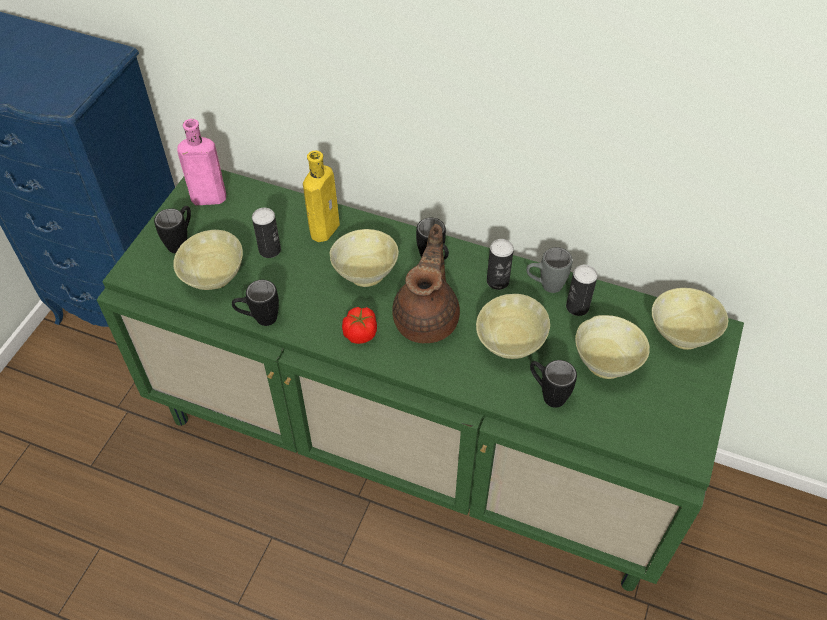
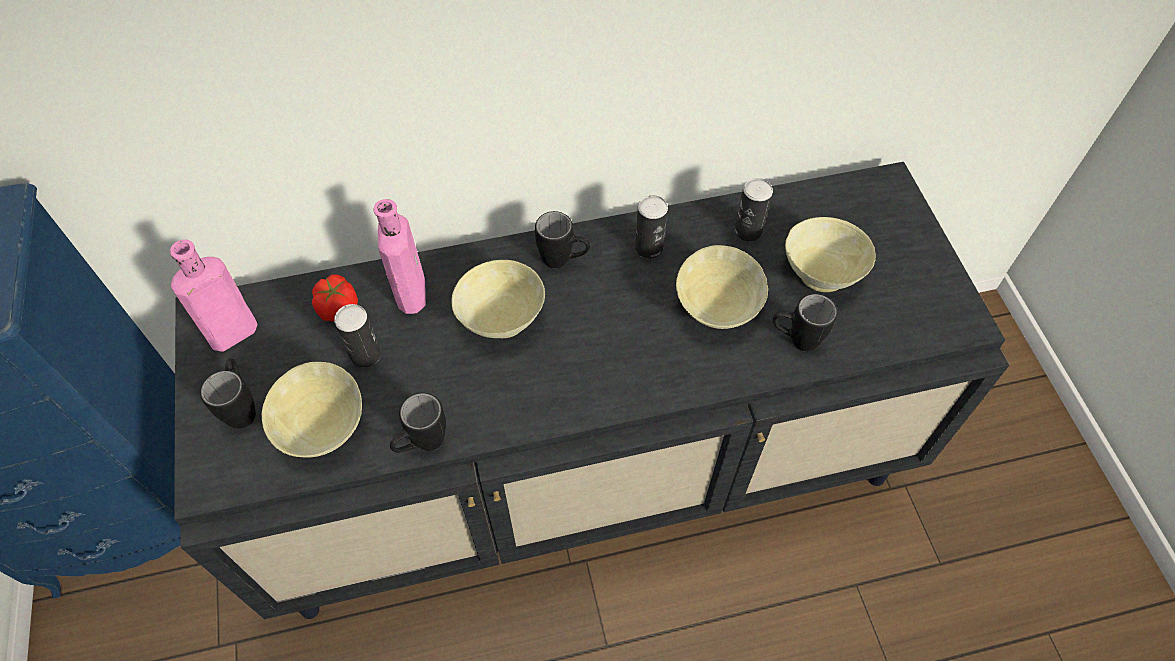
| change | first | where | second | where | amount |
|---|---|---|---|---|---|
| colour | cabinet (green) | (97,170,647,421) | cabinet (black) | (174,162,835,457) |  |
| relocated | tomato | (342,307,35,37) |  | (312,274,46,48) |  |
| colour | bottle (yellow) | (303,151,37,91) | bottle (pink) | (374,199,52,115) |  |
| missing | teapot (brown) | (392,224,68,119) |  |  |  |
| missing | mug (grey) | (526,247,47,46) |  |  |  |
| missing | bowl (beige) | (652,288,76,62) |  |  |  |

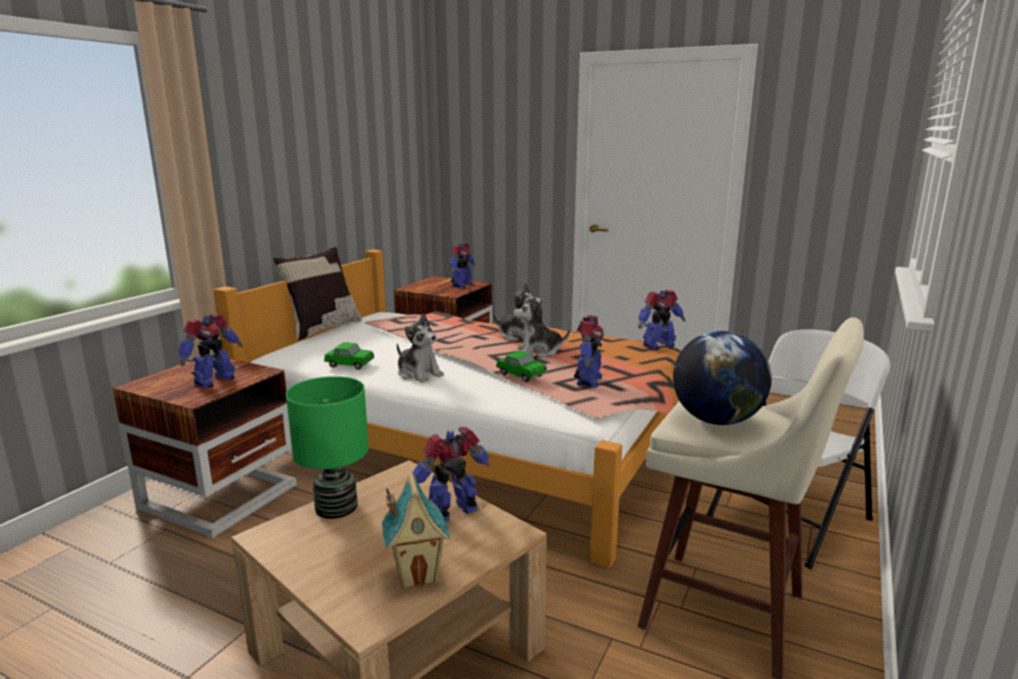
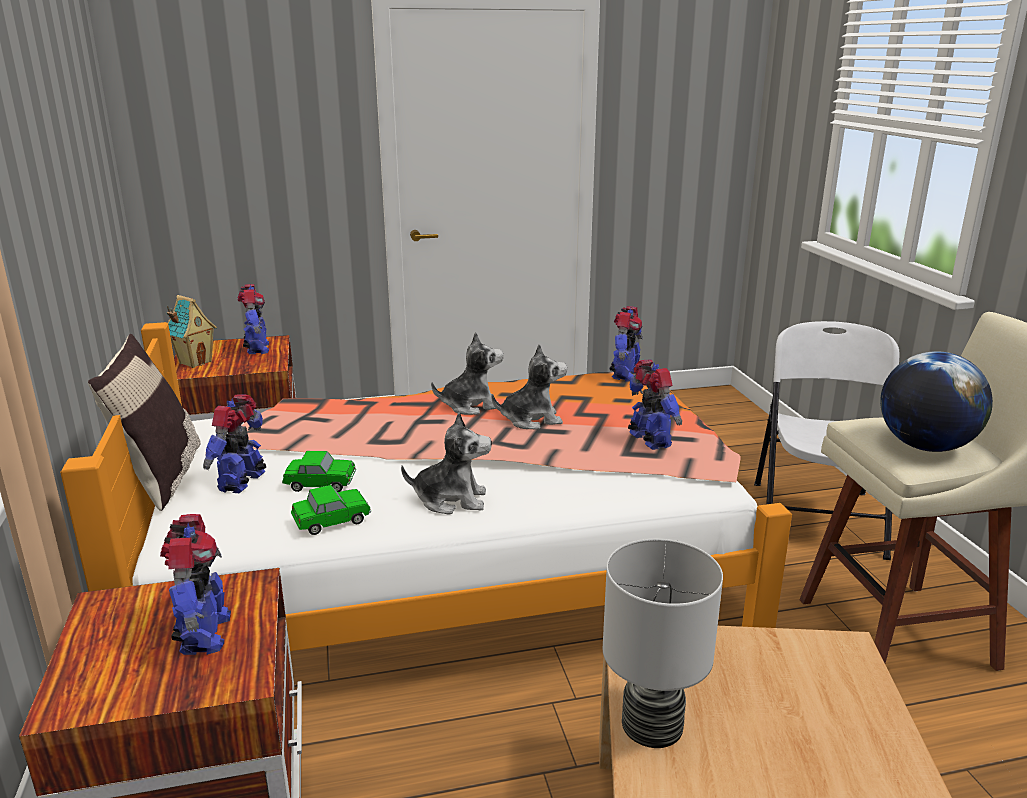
| change | first | where | second | where | amount |
|---|---|---|---|---|---|
| relocated | toy house | (382,472,68,117) |  | (167,295,50,73) |  |
| relocated | toy robot | (413,427,77,94) |  | (203,394,63,99) |  |
| relocated | toy car | (496,350,51,32) |  | (282,451,74,41) |  |
| spun | plush toy | (514,296,56,61) |  | (491,344,76,86) | 150 degrees counterclockwise |
| colour | table lamp (green) | (286,376,83,143) | table lamp (grey) | (603,538,120,210) |  |

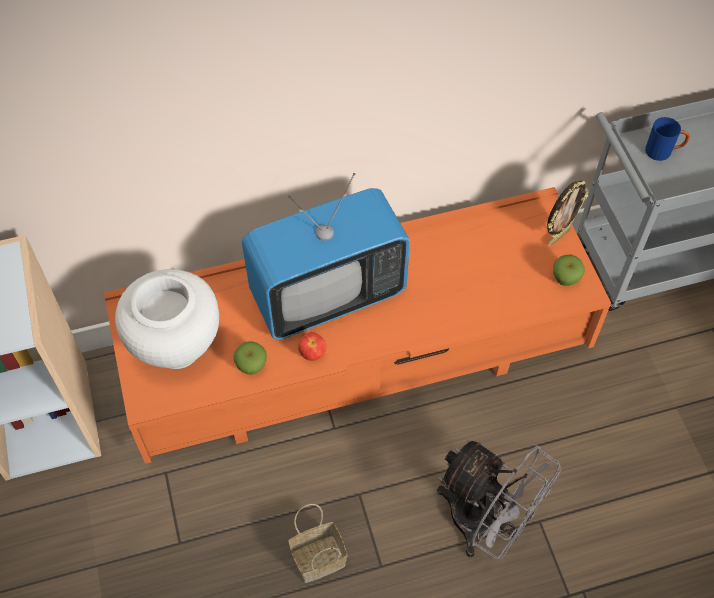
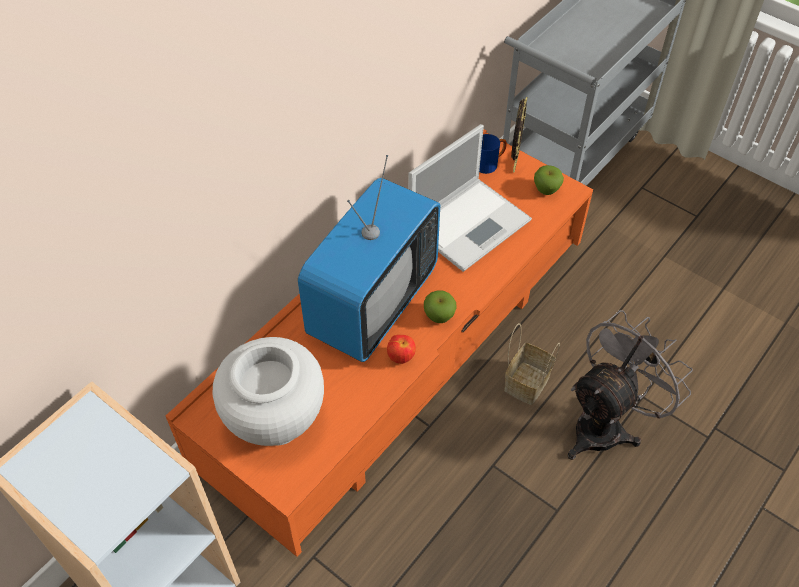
| change | first | where | second | where | amount |
|---|---|---|---|---|---|
| appeared |  |  | laptop | (408,124,124,148) |  |
| relocated | apple | (233,341,34,34) |  | (424,291,33,32) |  |
| relocated | mug (blue) | (645,117,45,44) |  | (479,134,28,40) |  |
| relocated | basket | (288,504,59,79) |  | (504,323,56,82) |  |
| spun | fan (grey) | (437,440,125,119) |  | (568,310,125,150) | 45 degrees counterclockwise |

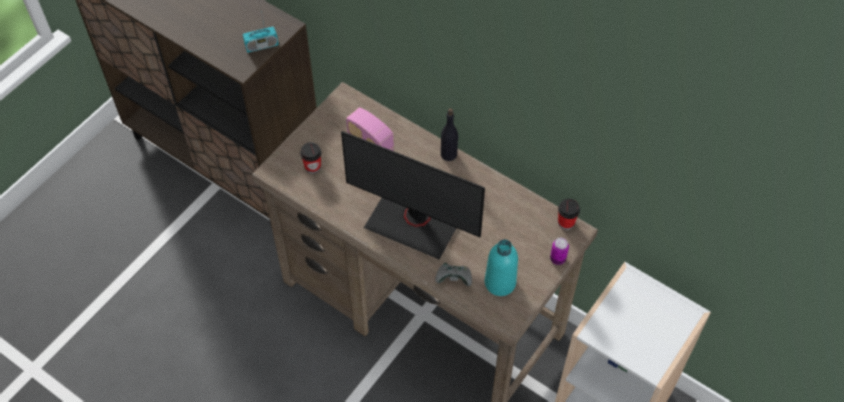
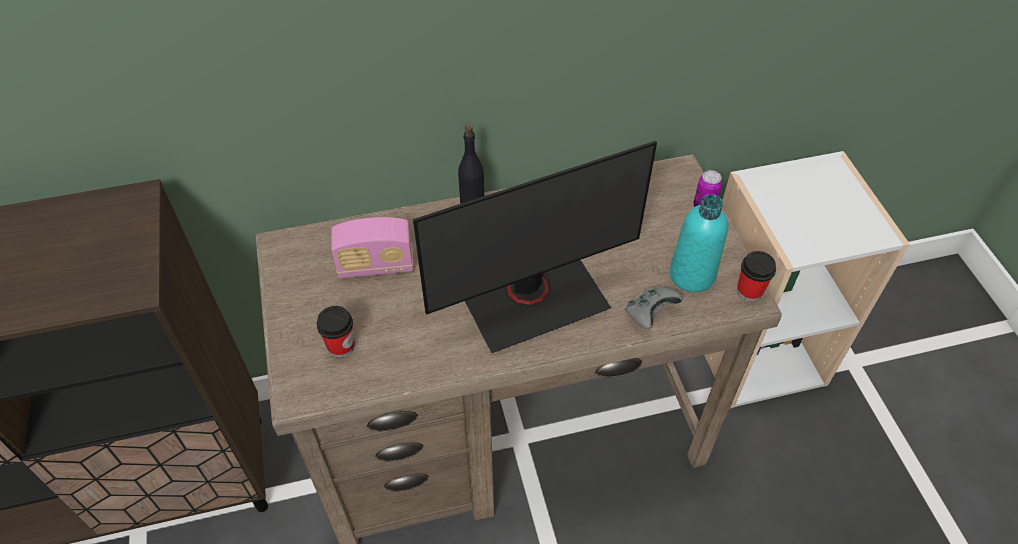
| change | first | where | second | where | amount |
|---|---|---|---|---|---|
| relocated | cup | (558,199,22,31) |  | (737,251,39,51) |  |
| missing | radio | (243,6,36,47) |  |  |  |

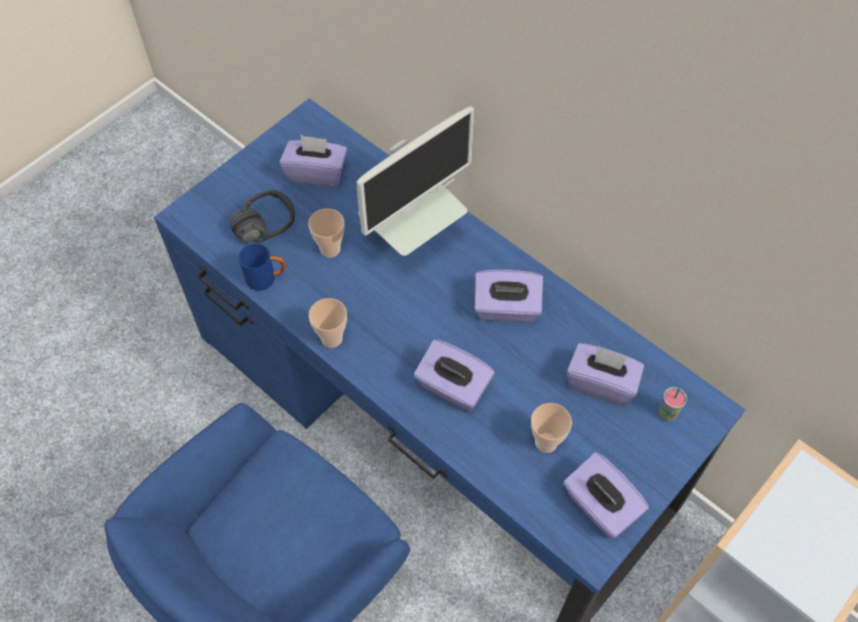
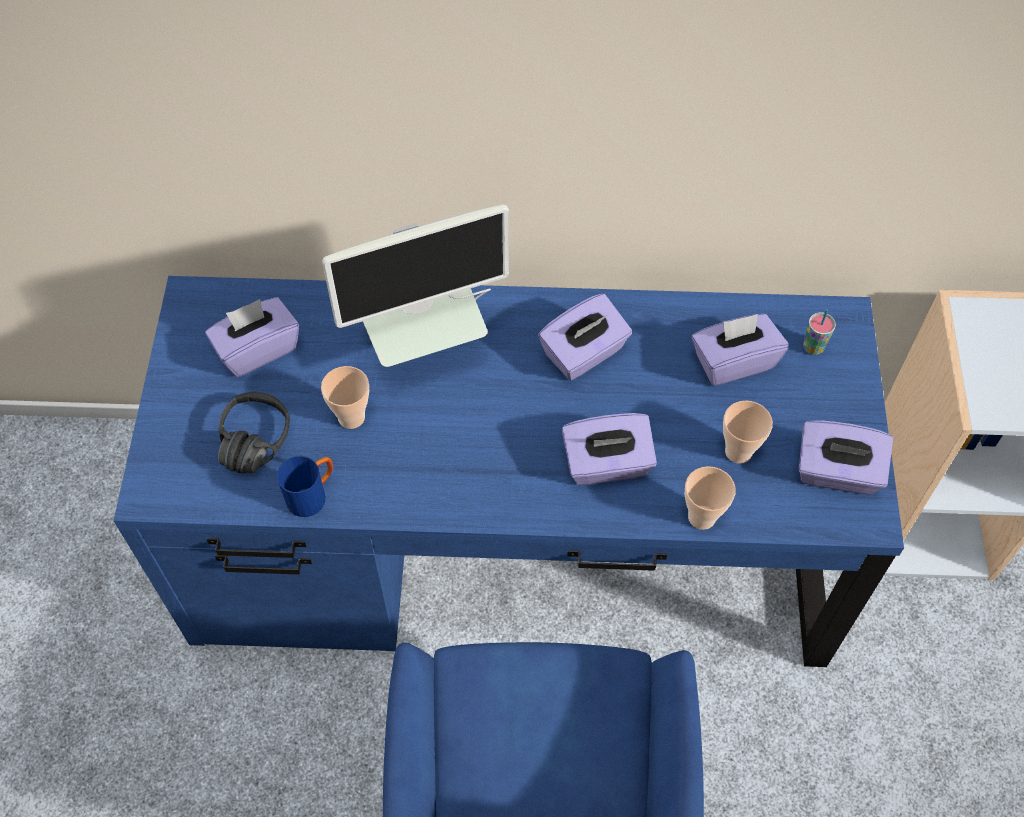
| change | first | where | second | where | amount |
|---|---|---|---|---|---|
| spun | monitor | (357,106,118,150) |  | (322,205,187,162) | 60 degrees clockwise |
| relocated | cup | (309,298,38,50) |  | (685,466,51,64) |  |

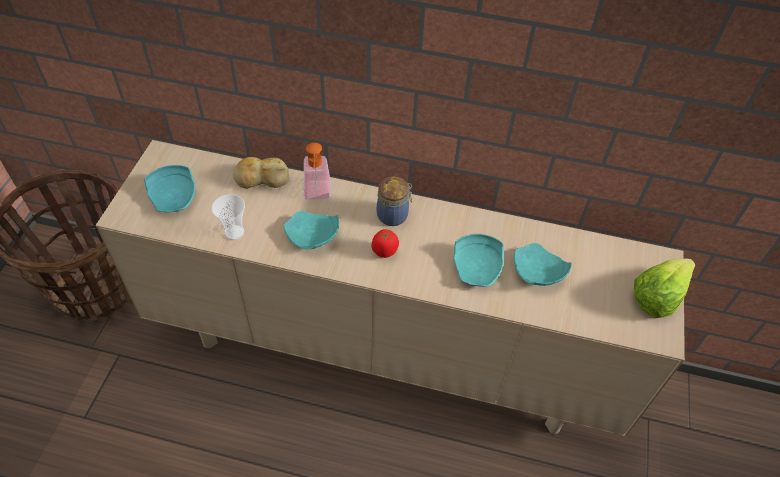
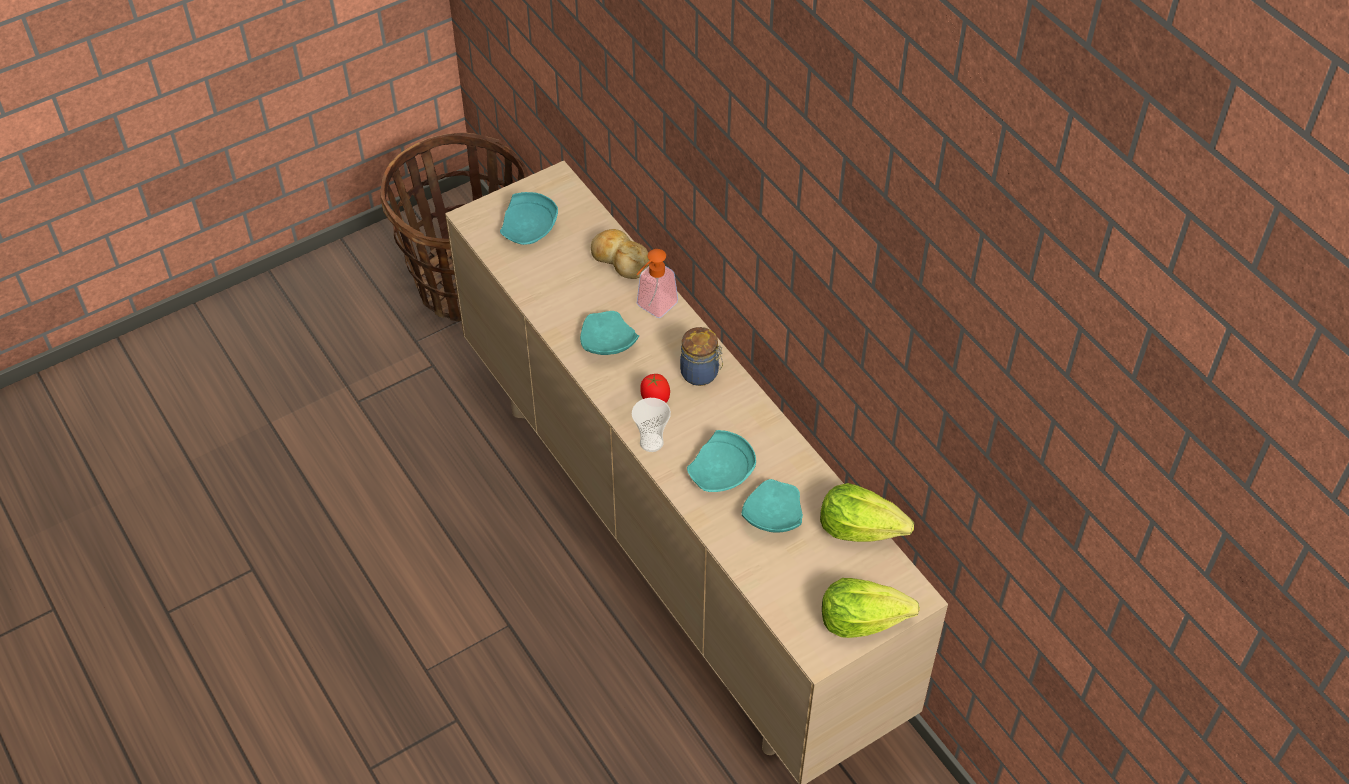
| change | first | where | second | where | amount |
|---|---|---|---|---|---|
| relocated | cup | (212,194,33,47) |  | (632,398,39,54) |  |
| appeared |  |  | lettuce | (820,483,94,59) |  |

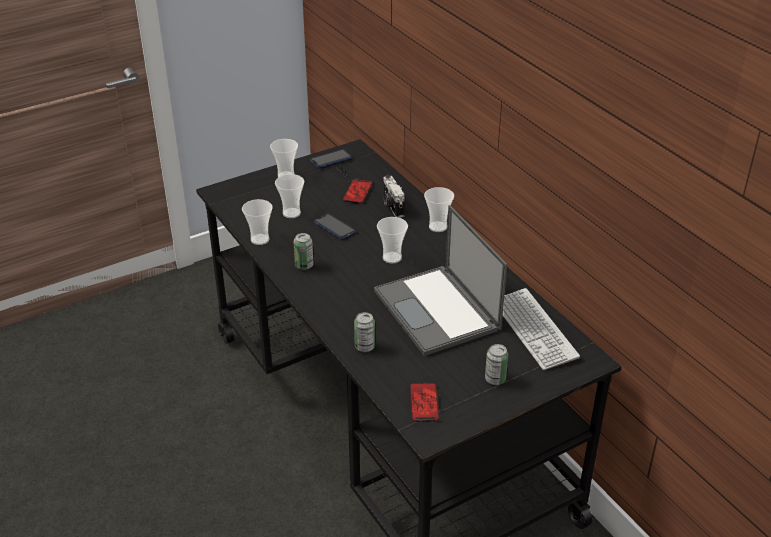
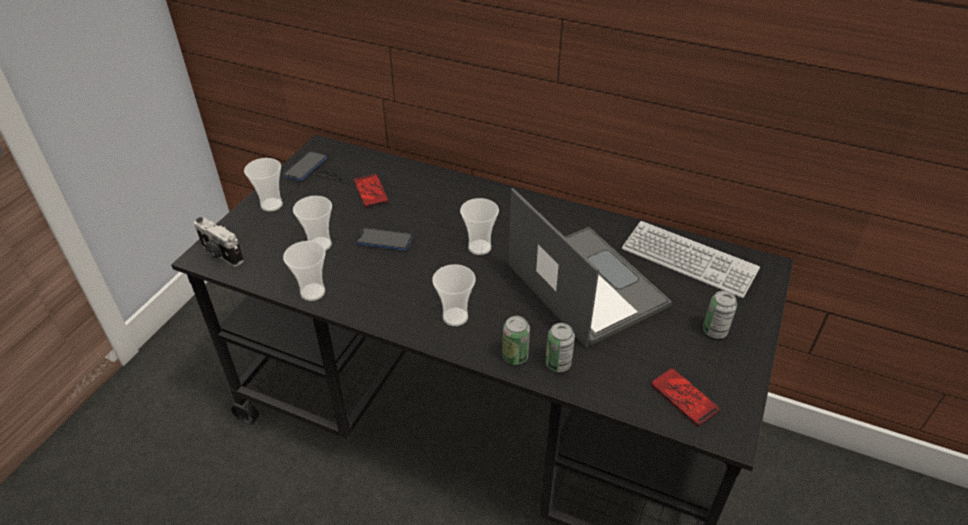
| change | first | where | second | where | amount |
|---|---|---|---|---|---|
| relocated | photo camera | (383,175,22,43) |  | (194,217,50,50) |  |
| relocated | cup | (424,187,30,45) |  | (432,264,44,62) |  |
| relocated | can | (294,233,19,37) |  | (502,316,28,49) |  |
| spun | laptop | (374,205,133,151) |  | (509,188,163,160) | 150 degrees counterclockwise |

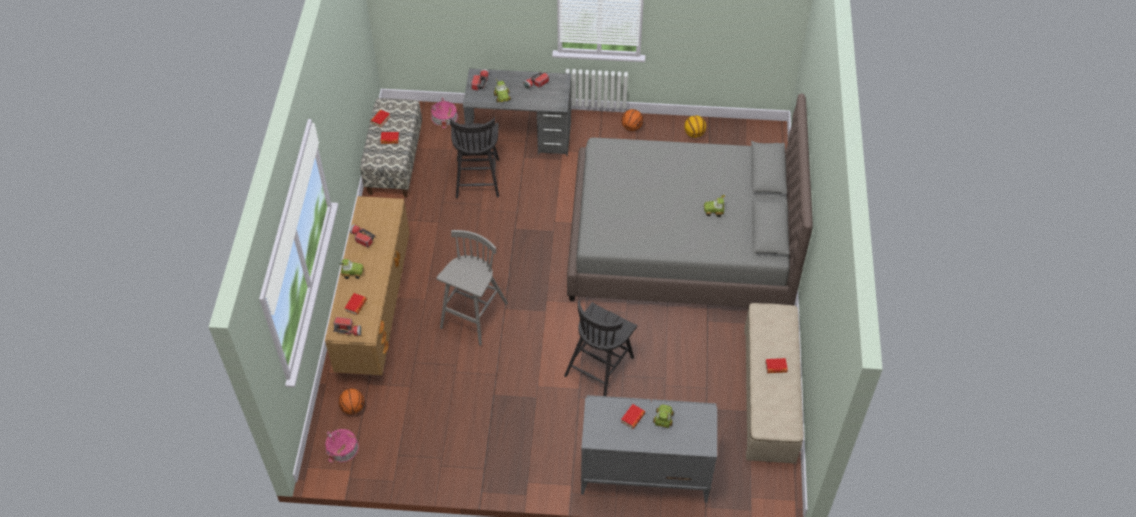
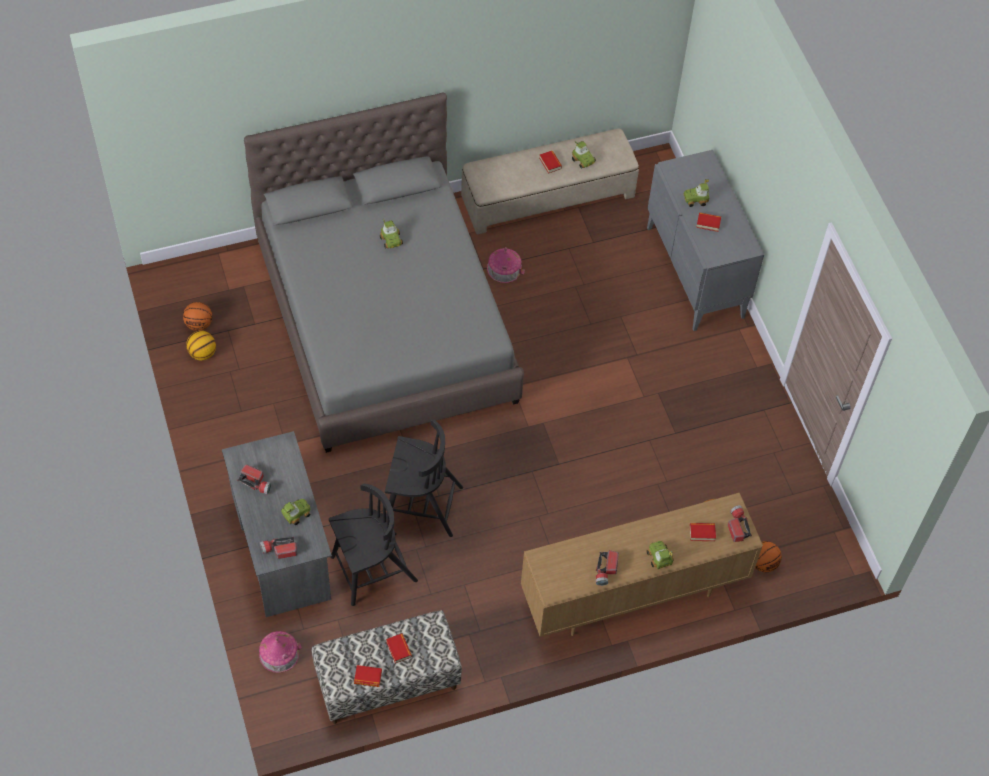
| change | first | where | second | where | amount |
|---|---|---|---|---|---|
| relocated | basketball | (622,109,21,22) |  | (183,302,29,29) |  |
| relocated | chair (black) | (564,300,73,96) |  | (385,420,78,117) |  |
| relocated | toy house | (325,429,34,34) |  | (487,247,38,36) |  |
| appeared |  |  | toy car | (572,141,24,28) |  |
| missing | stool (grey) | (436,230,72,116) |  |  |  |

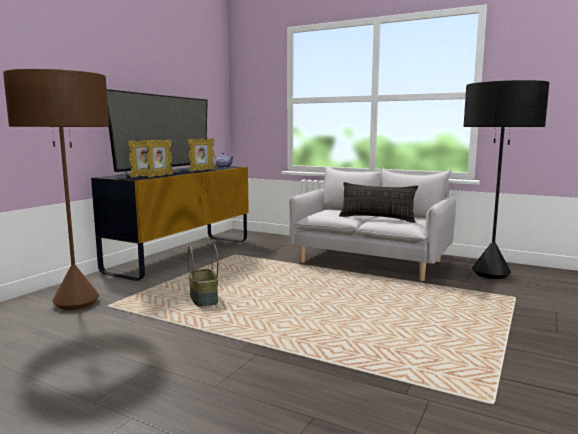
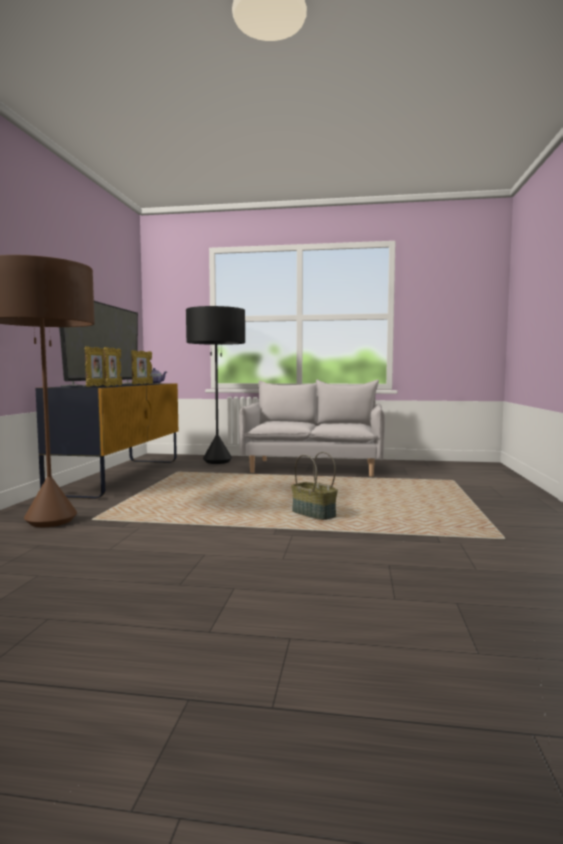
| change | first | where | second | where | amount |
|---|---|---|---|---|---|
| relocated | floor lamp (black) | (464,80,85,199) |  | (186,306,59,158) |  |
| relocated | basket | (188,243,30,64) |  | (291,452,47,68) |  |
| missing | pillow | (339,182,79,41) |  |  |  |

